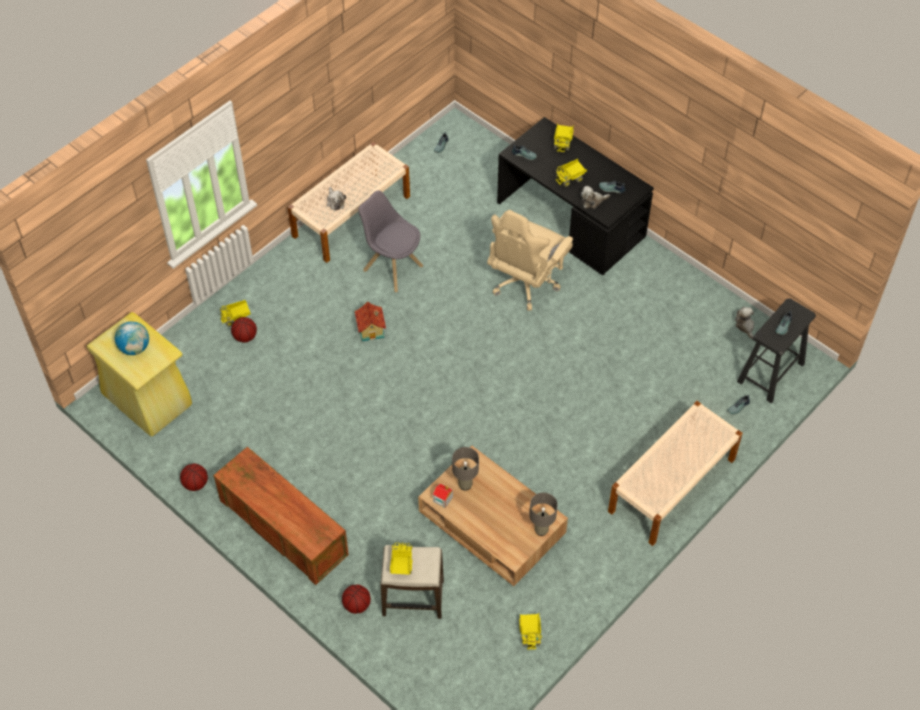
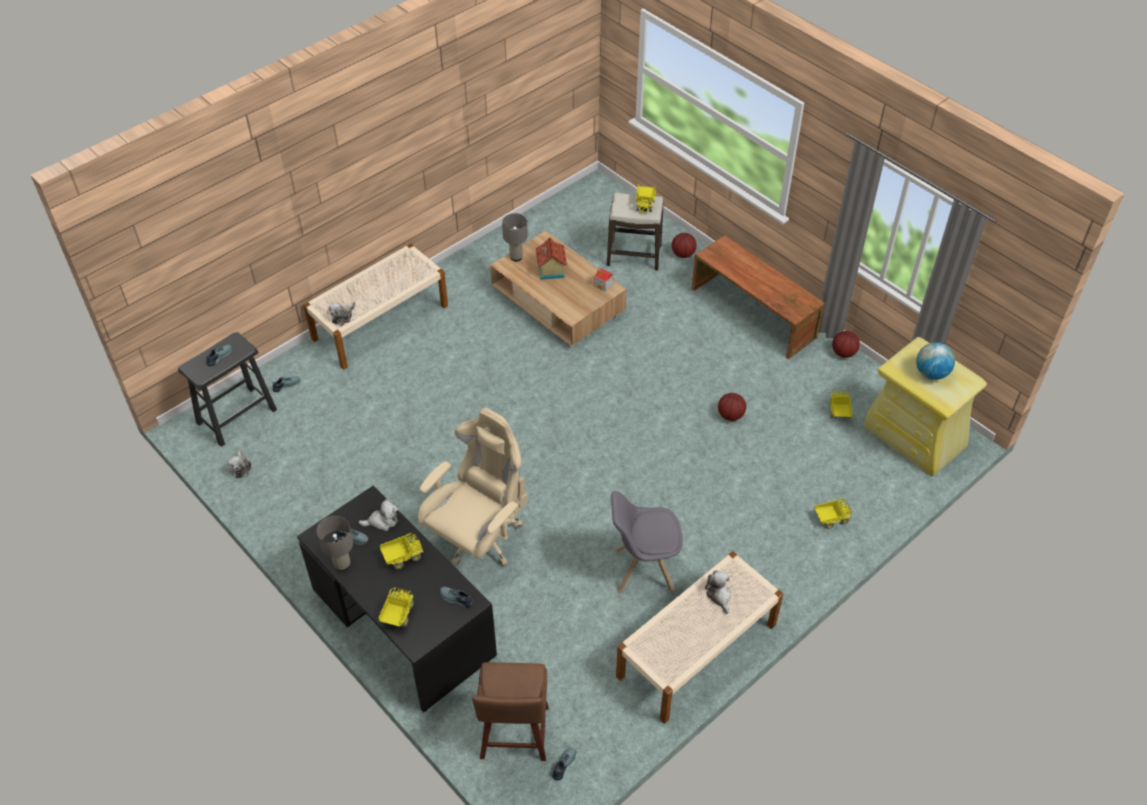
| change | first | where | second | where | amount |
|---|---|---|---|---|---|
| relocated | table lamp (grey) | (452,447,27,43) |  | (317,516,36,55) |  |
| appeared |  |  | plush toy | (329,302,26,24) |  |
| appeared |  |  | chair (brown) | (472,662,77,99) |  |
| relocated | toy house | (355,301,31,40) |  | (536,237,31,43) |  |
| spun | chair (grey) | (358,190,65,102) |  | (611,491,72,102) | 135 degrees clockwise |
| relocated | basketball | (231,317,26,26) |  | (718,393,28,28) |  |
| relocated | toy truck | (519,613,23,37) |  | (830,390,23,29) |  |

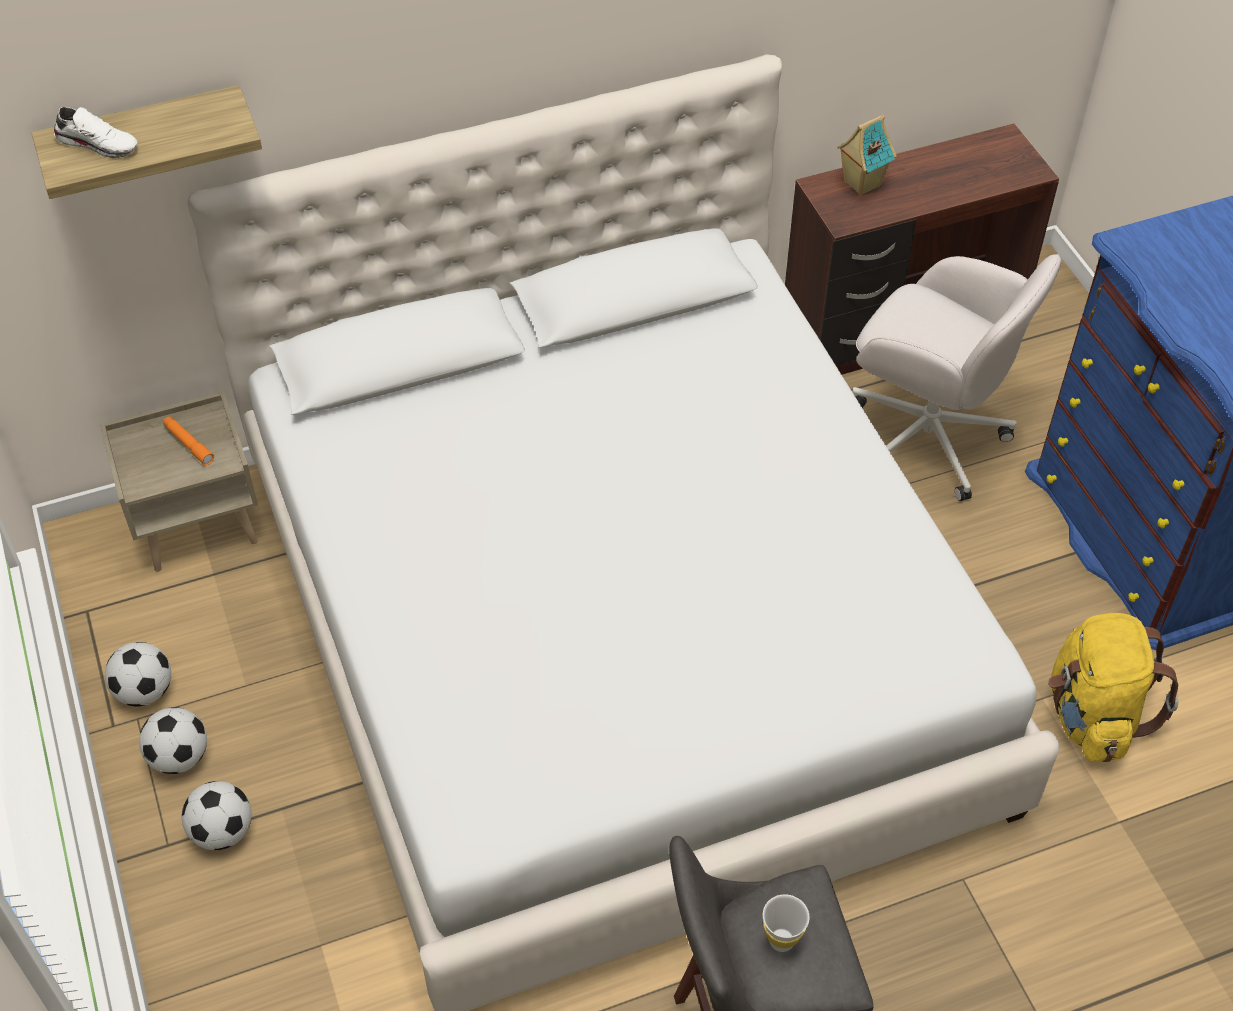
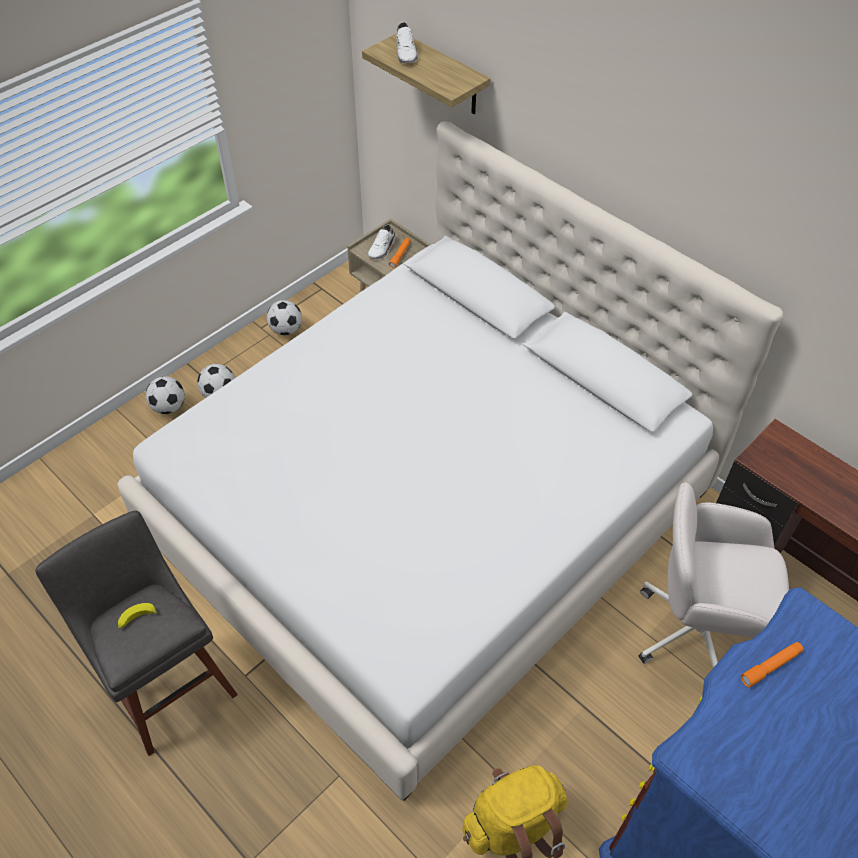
| change | first | where | second | where | amount |
|---|---|---|---|---|---|
| exchanged | cup (white) | (763,894,46,58) | banana | (118,603,40,26) |  |
| relocated | football | (139,707,68,67) |  | (146,376,39,38) |  |
| appeared |  |  | shoe (white) | (368,225,28,34) |  |
| spun | office chair (white) | (852,254,210,247) |  | (638,482,151,186) | 90 degrees clockwise |
| appeared |  |  | flashlight (orange) | (741,642,63,45) |  |
| missing | toy house | (837,115,60,81) |  |  |  |

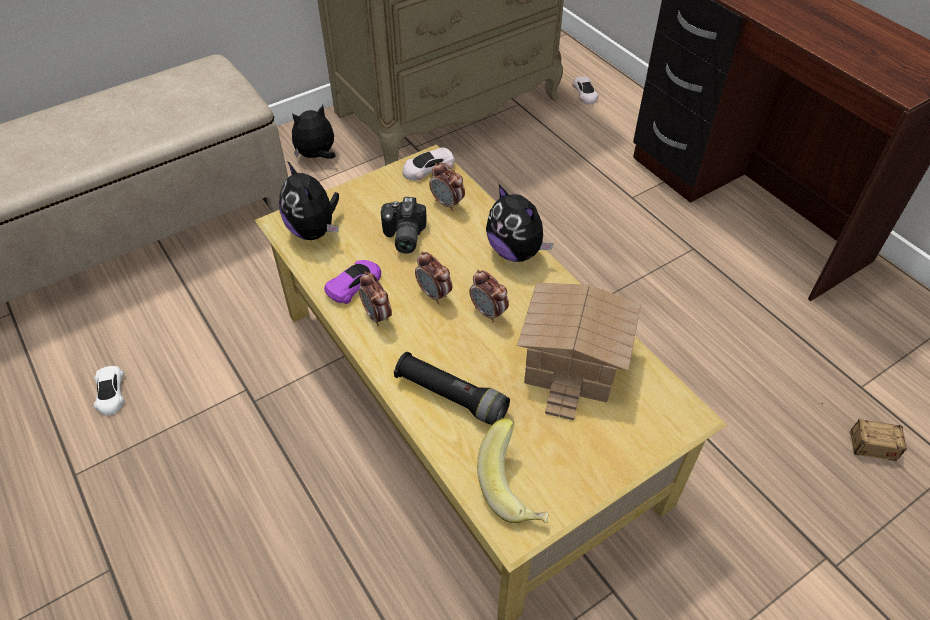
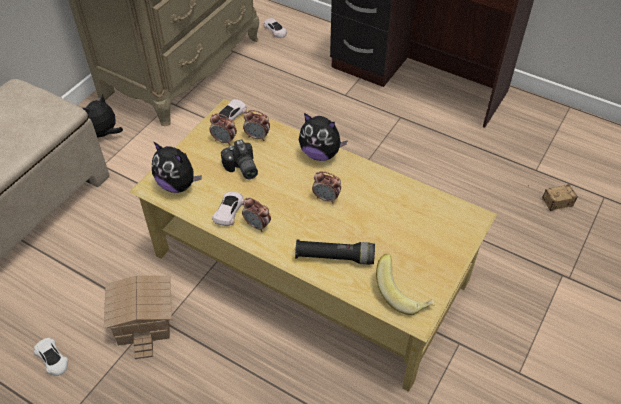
| change | first | where | second | where | amount |
|---|---|---|---|---|---|
| relocated | toy house | (517,283,124,137) |  | (104,275,68,84) |  |
| relocated | alarm clock | (415,251,37,53) |  | (210,113,27,32) |  |
| colour | toy car (purple) | (324,260,57,44) | toy car (white) | (212,192,33,34) |  |

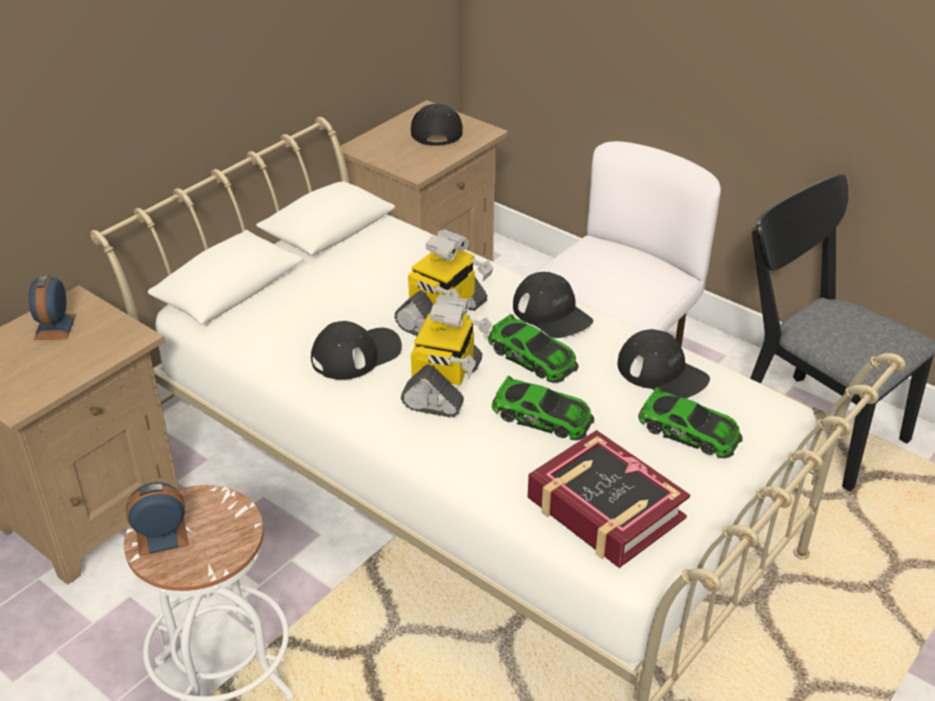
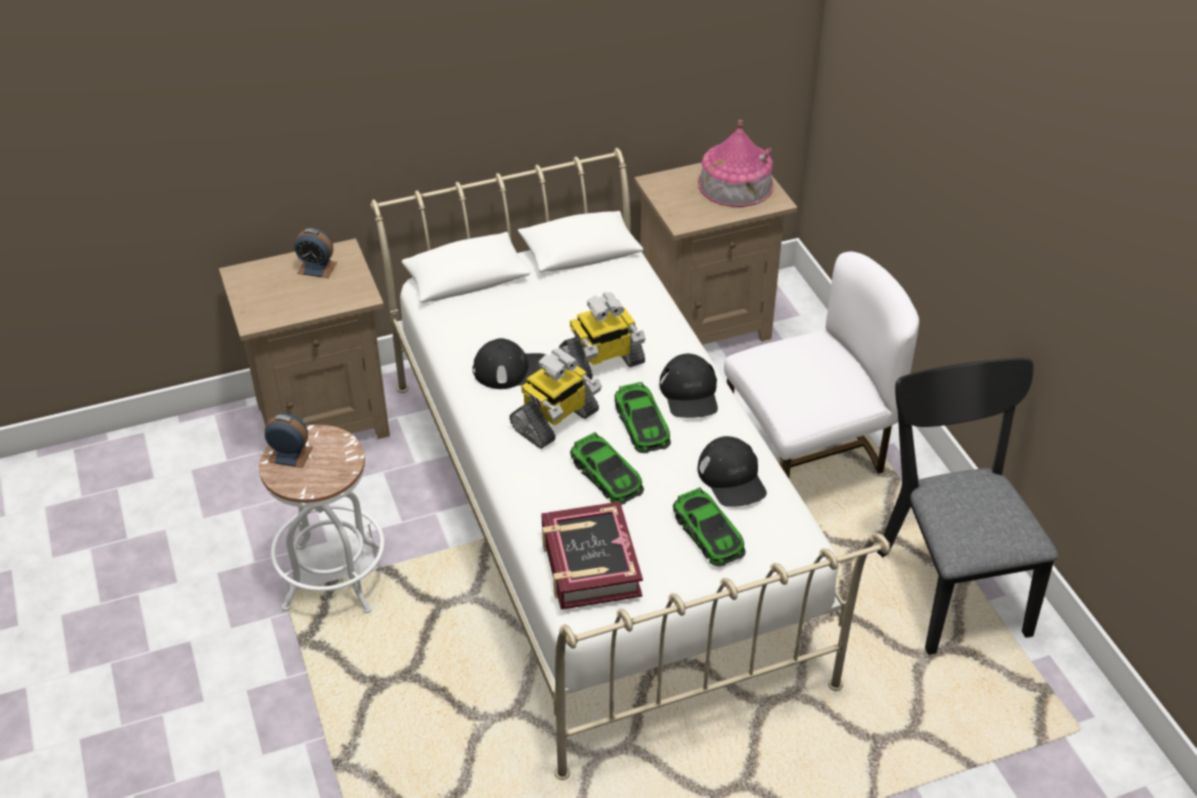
| change | first | where | second | where | amount |
|---|---|---|---|---|---|
| spun | alarm clock | (29,275,47,65) |  | (295,228,42,50) | 105 degrees counterclockwise |
| exchanged | cap (black) | (411,104,52,42) | toy house | (698,120,76,87) |  |

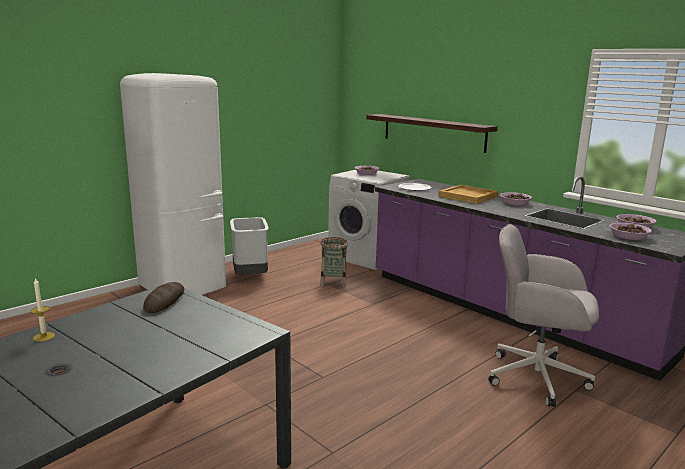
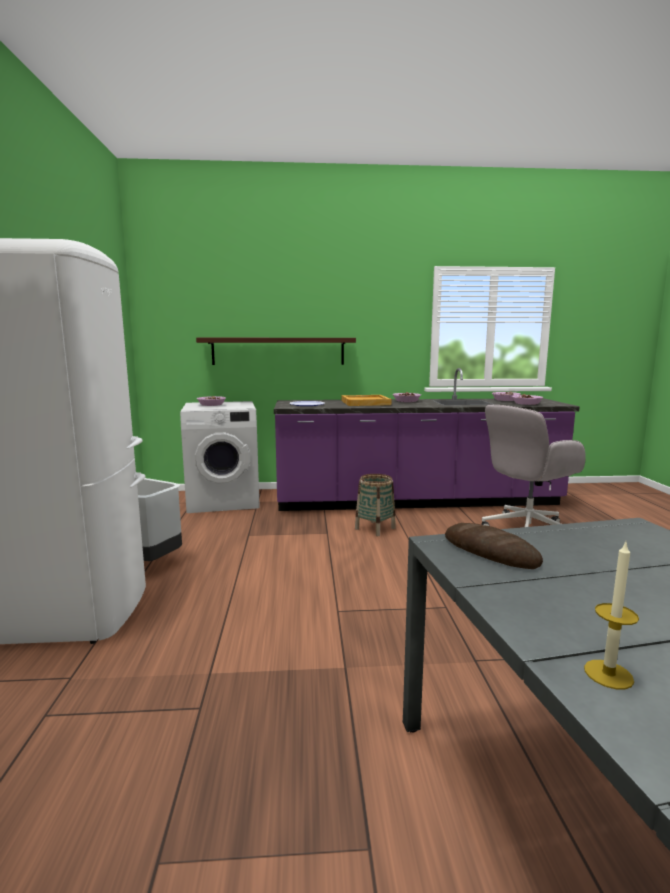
| change | first | where | second | where | amount |
|---|---|---|---|---|---|
| relocated | basket | (320,237,28,51) |  | (355,474,41,62) |  |

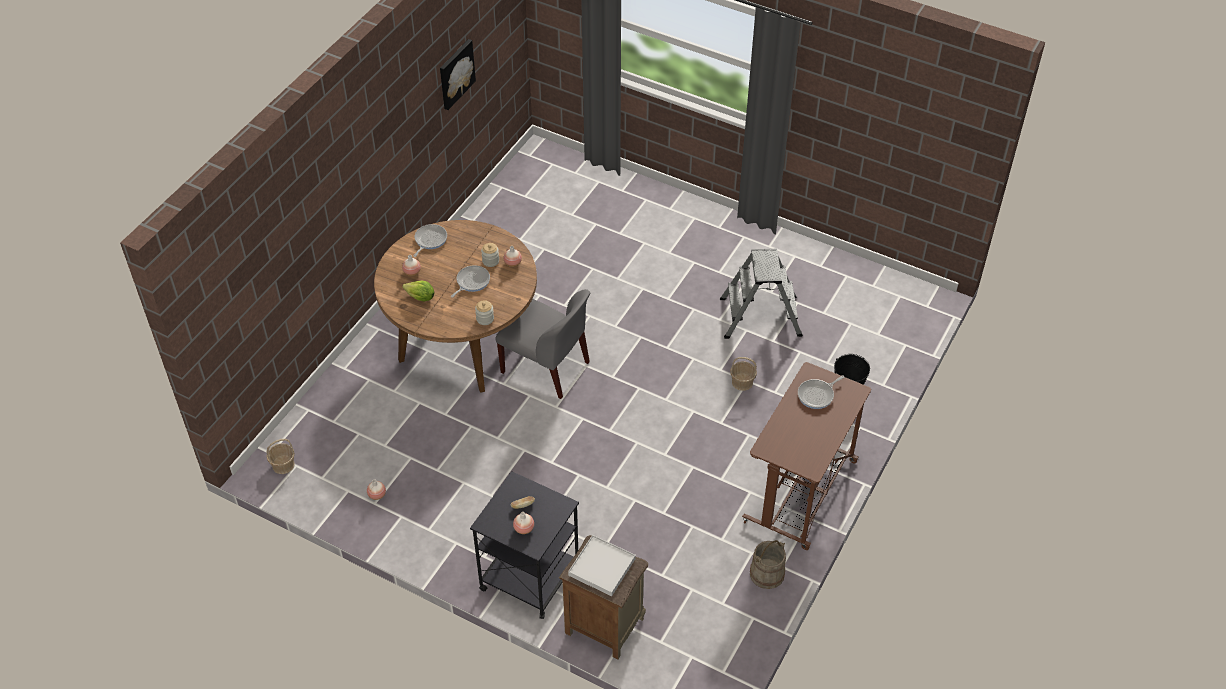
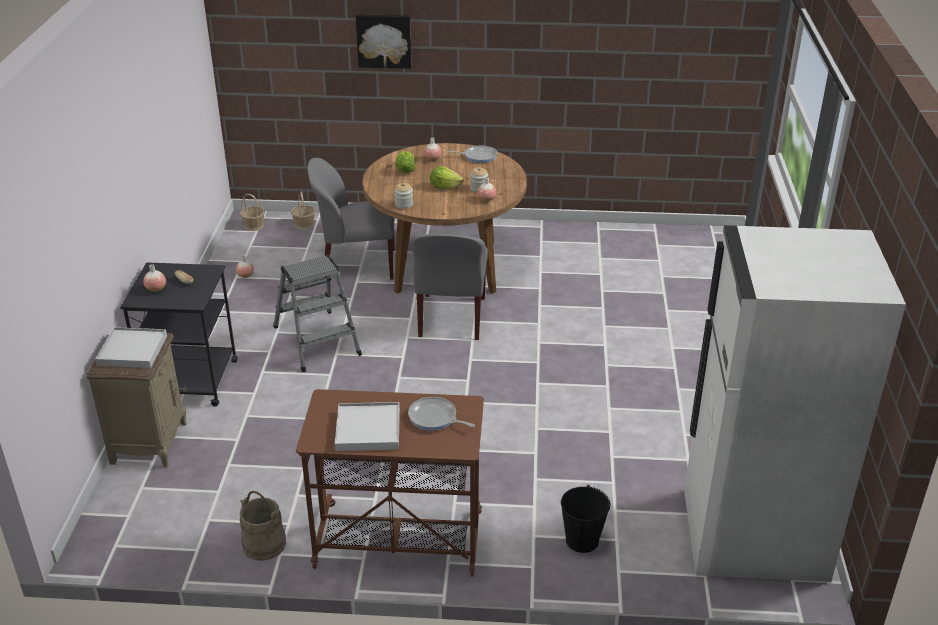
| change | first | where | second | where | amount |
|---|---|---|---|---|---|
| relocated | step ladder (grey) | (720,249,83,90) |  | (273,255,89,117) |  |
| relocated | basket | (730,357,27,34) |  | (291,192,25,38) |  |
| appeared |  |  | chair (grey) | (307,158,87,121) |  |
| appeared |  |  | tray (white) | (335,402,65,49) |  |
| relocated | picture | (440,39,36,71) |  | (356,14,55,55) |  |
| exchanged | frying pan | (451,265,39,33) | lettuce | (430,166,34,24) |  |
| appeared |  |  | fridge (white) | (684,225,222,357) |  |

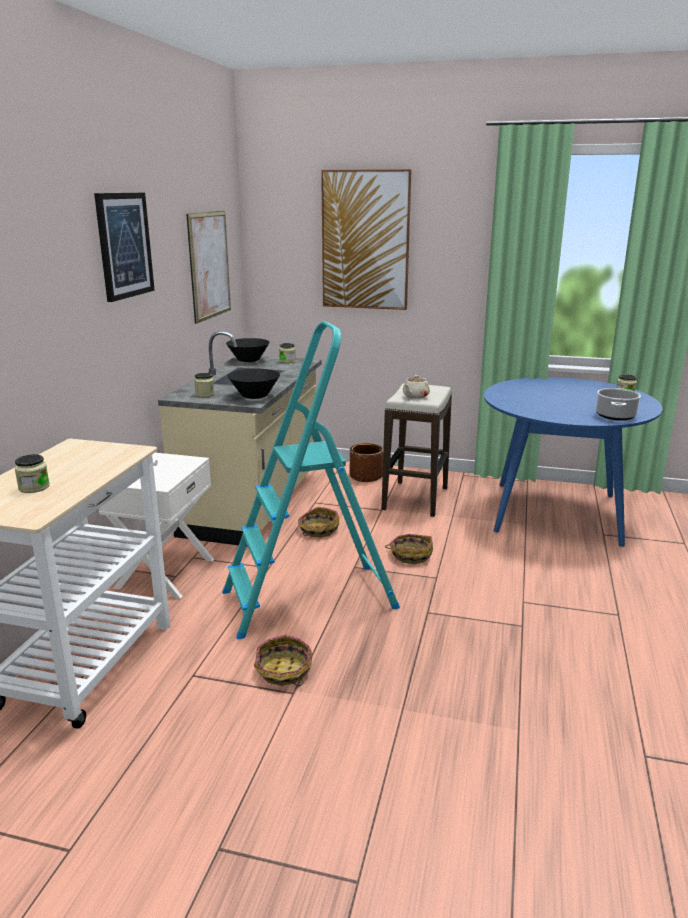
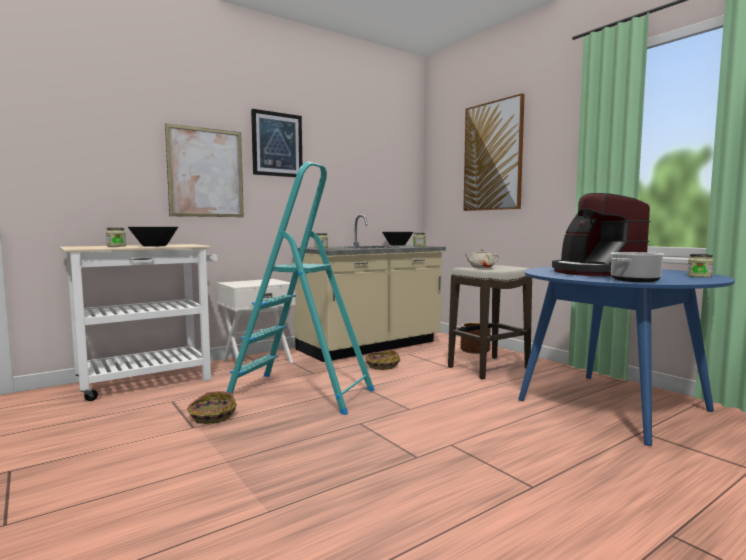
| change | first | where | second | where | amount |
|---|---|---|---|---|---|
| relocated | bowl (black) | (227,369,53,30) |  | (128,227,50,20) |  |
| relocated | picture | (186,211,45,113) |  | (165,123,79,94) |  |
| appeared |  |  | coffee machine | (552,193,98,83) |  |
| missing | basket | (385,534,48,30) |  |  |  |

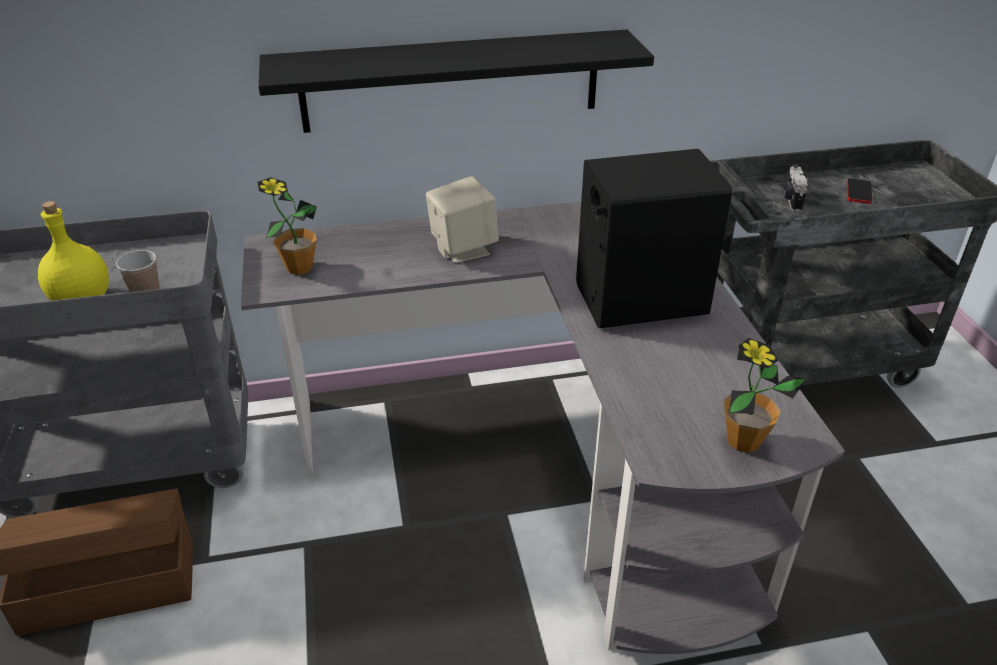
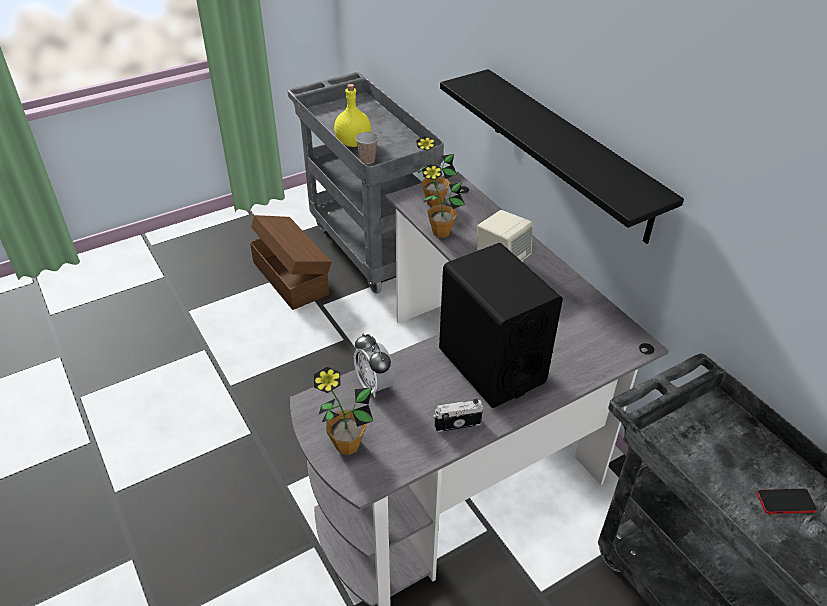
| change | first | where | second | where | amount |
|---|---|---|---|---|---|
| appeared |  |  | alarm clock | (354,334,41,63) |  |
| appeared |  |  | potted plant | (422,164,43,74) |  |
| relocated | photo camera | (783,164,25,48) |  | (433,398,51,34) |  |

